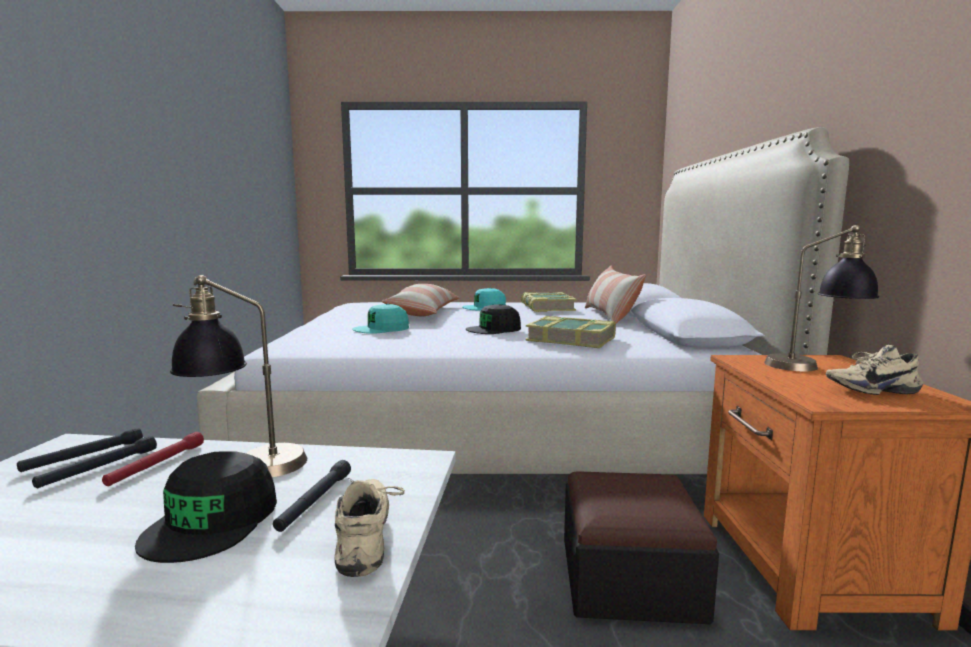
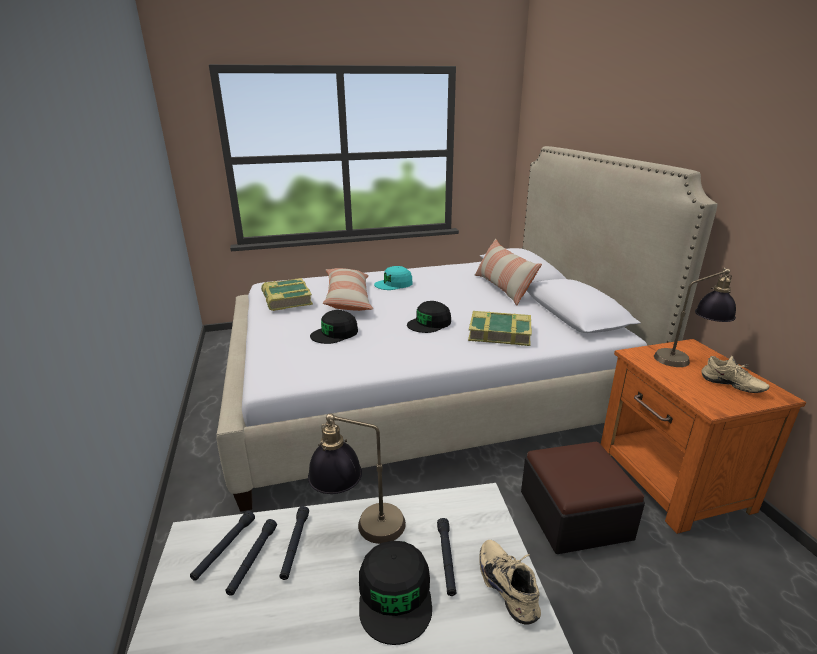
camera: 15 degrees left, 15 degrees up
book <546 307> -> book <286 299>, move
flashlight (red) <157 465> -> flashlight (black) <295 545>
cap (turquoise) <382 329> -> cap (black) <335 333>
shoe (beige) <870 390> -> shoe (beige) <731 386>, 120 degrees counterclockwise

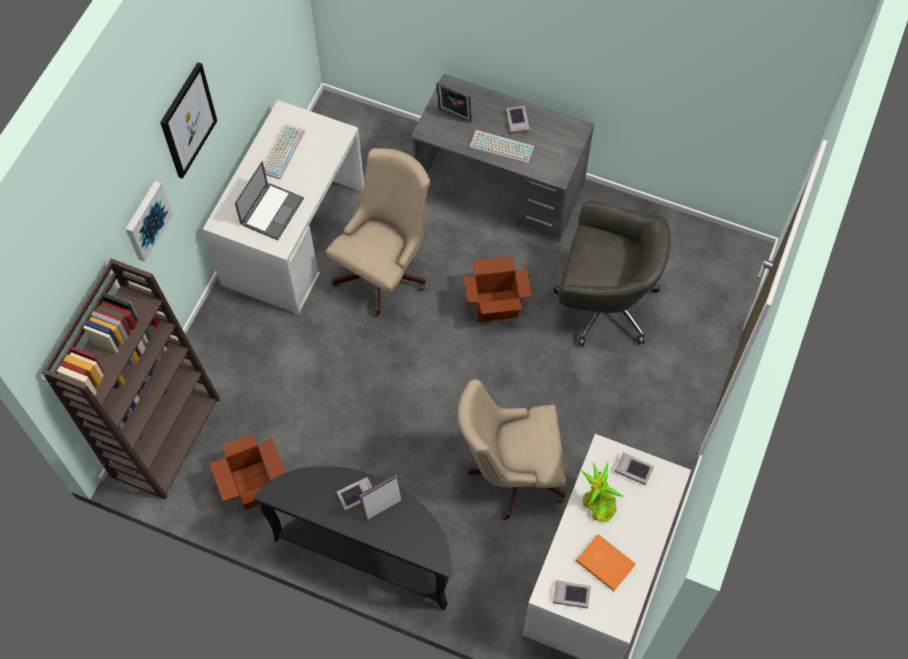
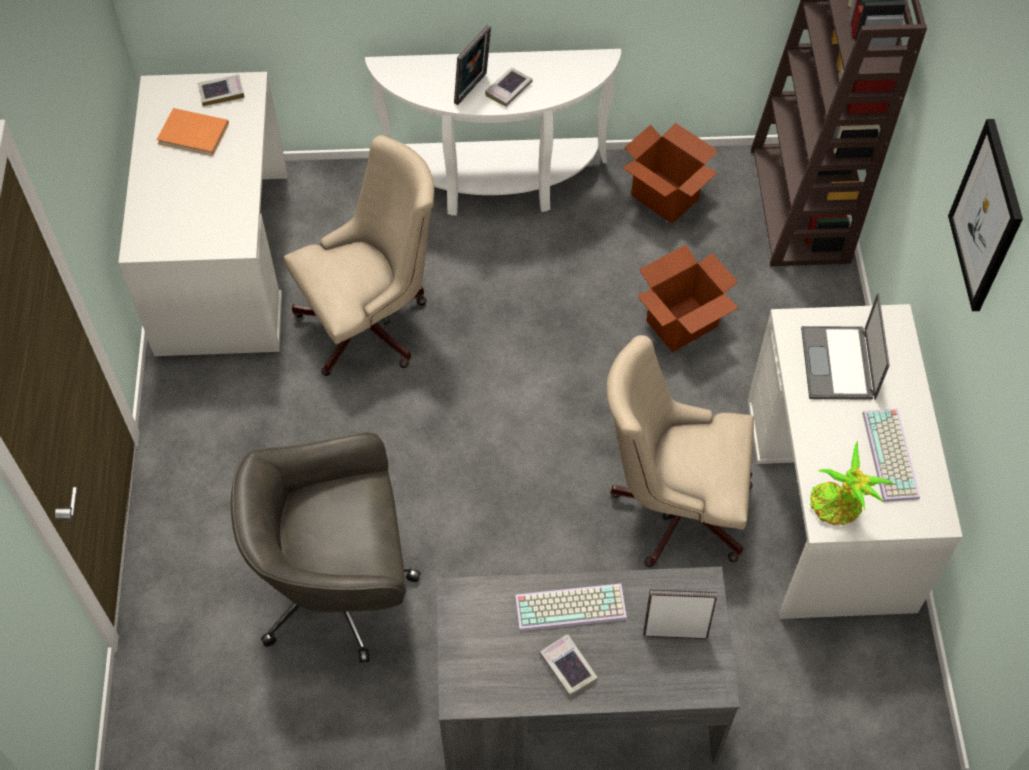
camera: 155 degrees right, 5 degrees down
console table (black) <369 552> -> console table (white) <496 185>
office chair (beige) <385 270> -> office chair (beige) <672 506>, 90 degrees clockwise
cardboard box <496 305> -> cardboard box <681 324>, move
potted plant <597 503> -> potted plant <838 507>, move
picture <146 220> -> none
book <633 470> -> none

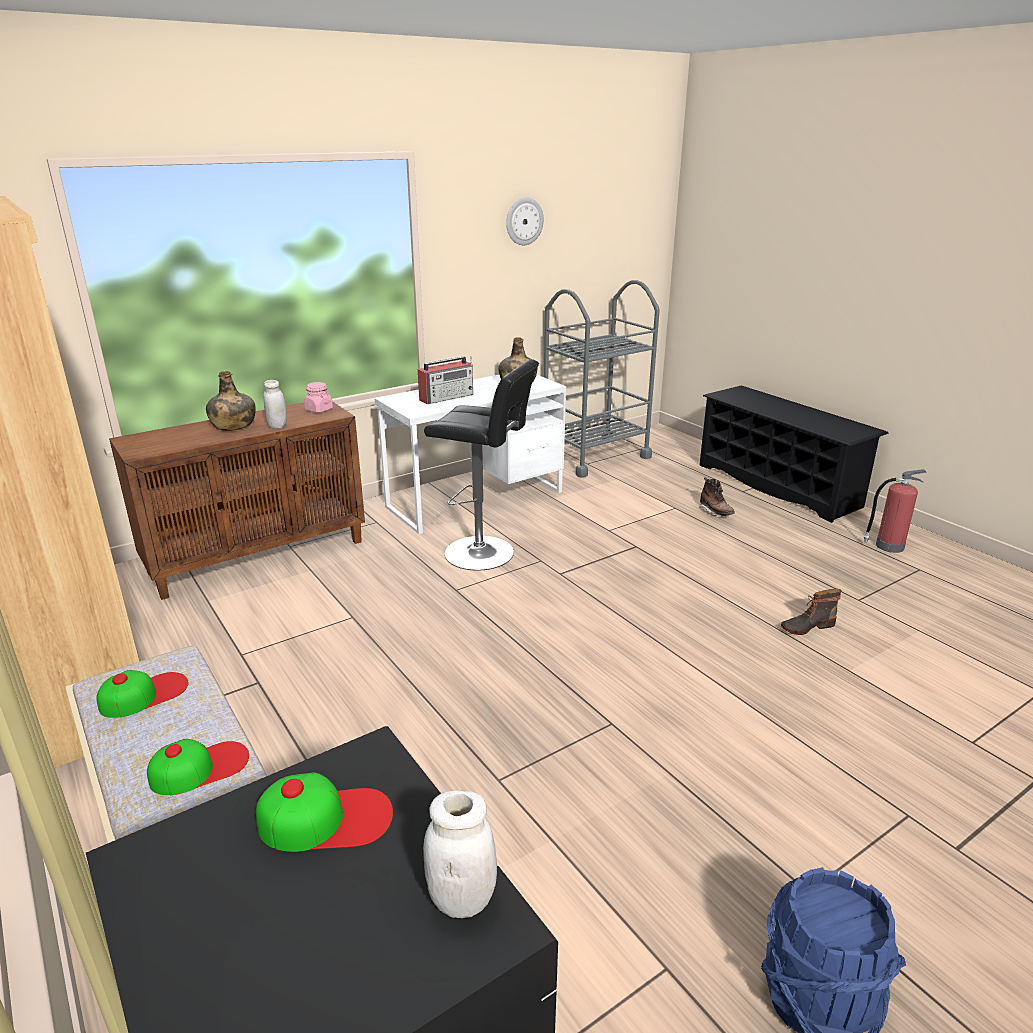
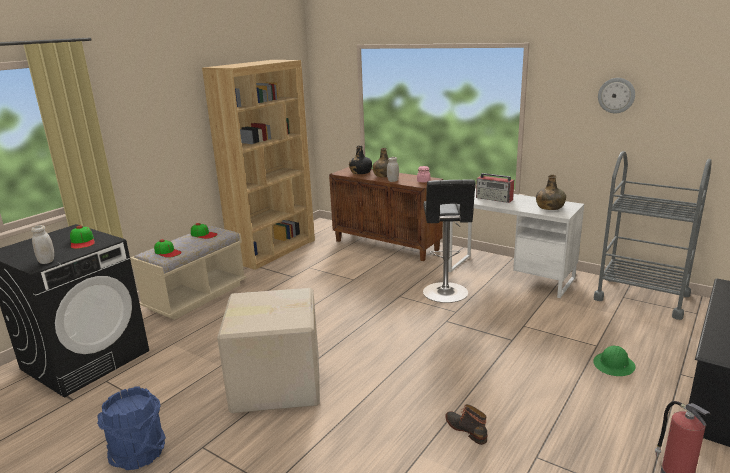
camera: 70 degrees right, 5 degrees down
none -> cardboard box <275 383>
none -> bottle (black) <360 172>
boot (brown) <715 512> -> hard hat (green) <614 365>

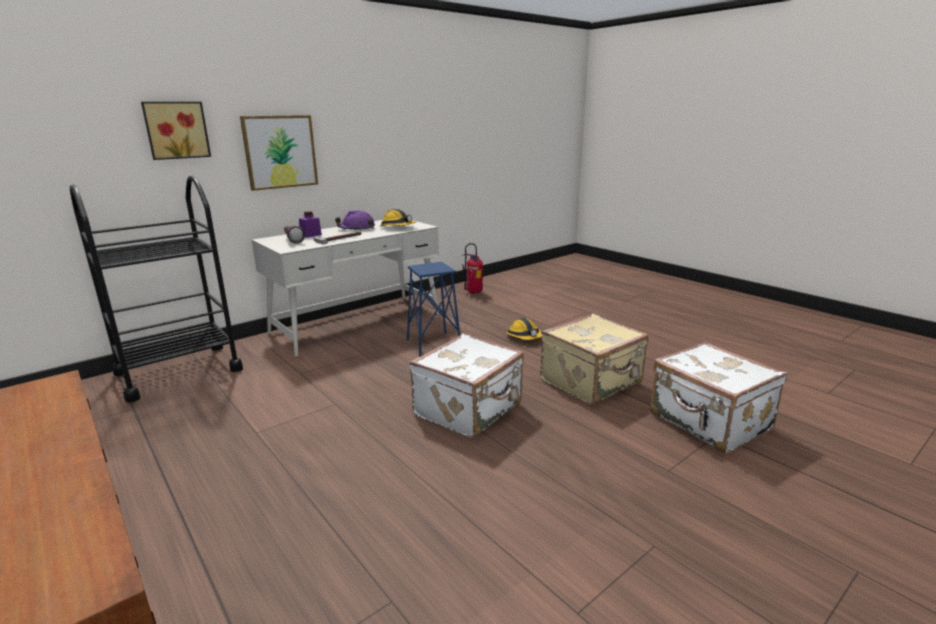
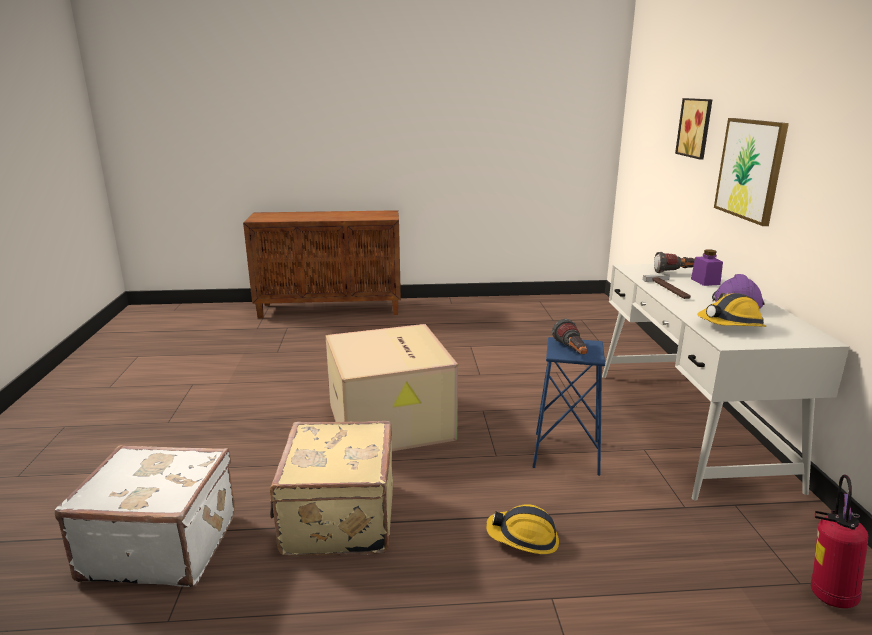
camera: 125 degrees right, 0 degrees up
suitcase (white) <470 410> -> cardboard box <392 422>
none -> flashlight <572 352>
cart (black) <179 371> -> none

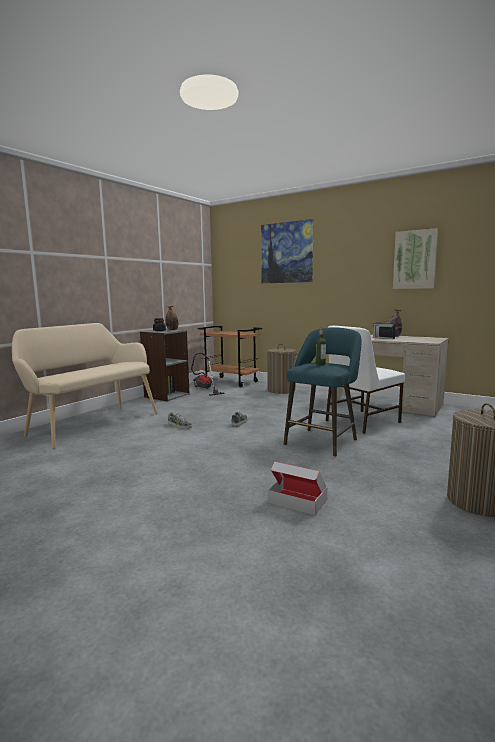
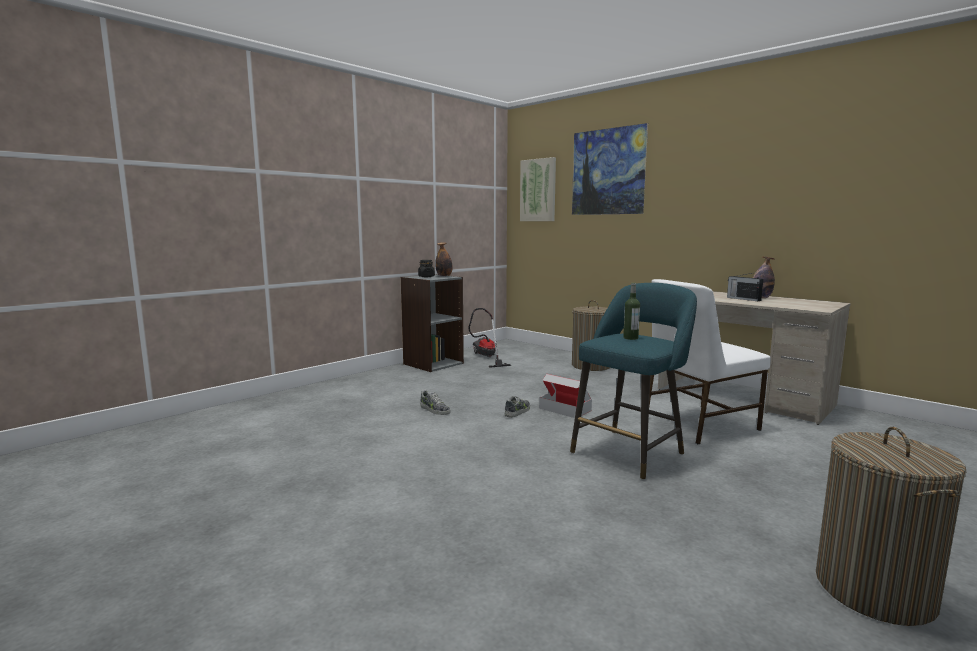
camera: 10 degrees right, 0 degrees up
picture <414 260> -> picture <538 190>, move
cardboard box <297 501> -> cardboard box <565 409>, move
bench (beige) <90 424> -> none
cart (brown) <231 382> -> none

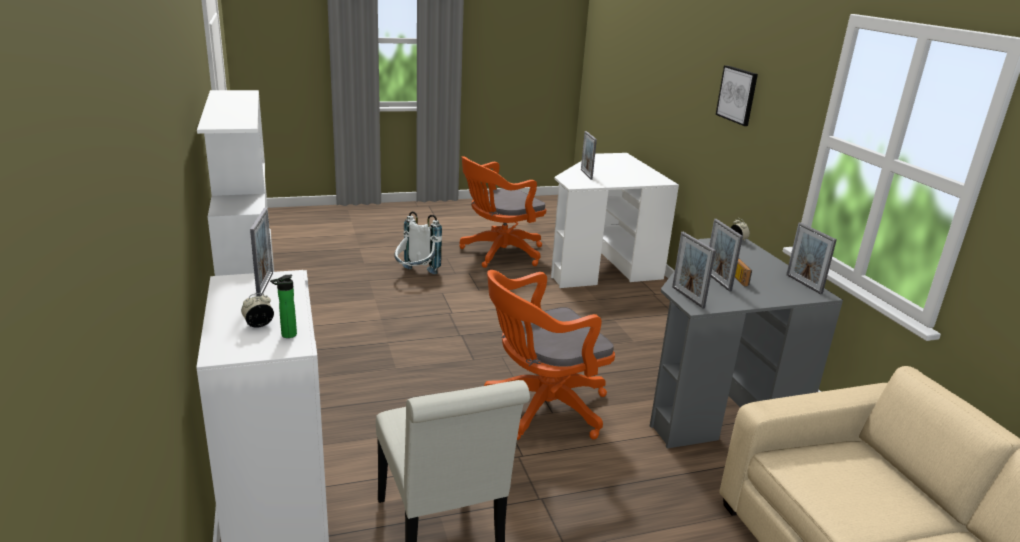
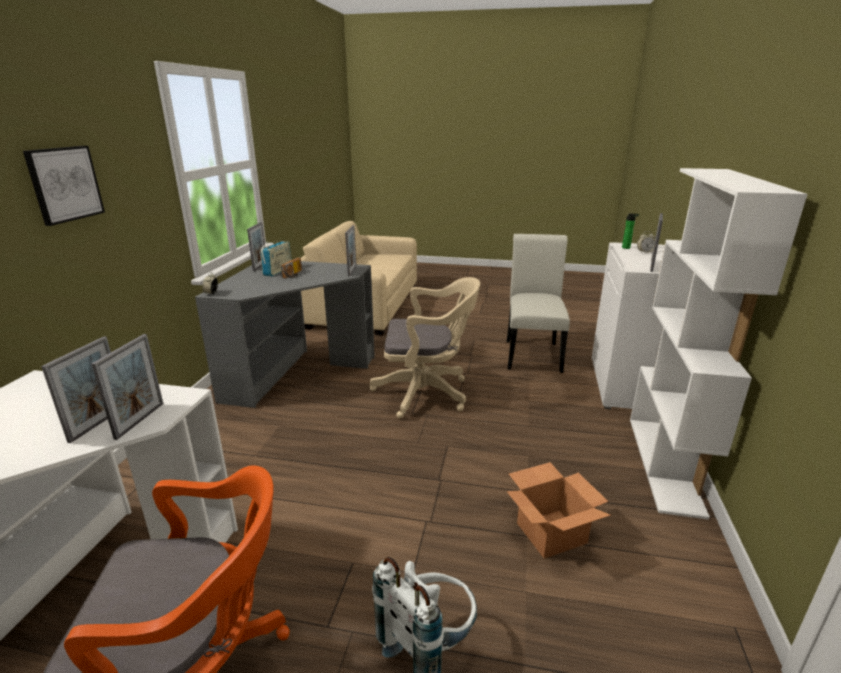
camera: 150 degrees left, 0 degrees up
picture frame <717 281> -> picture frame <140 420>, move
none -> radio <278 271>
office chair (orange) <541 409> -> office chair (beige) <427 393>
none -> cardboard box <551 534>

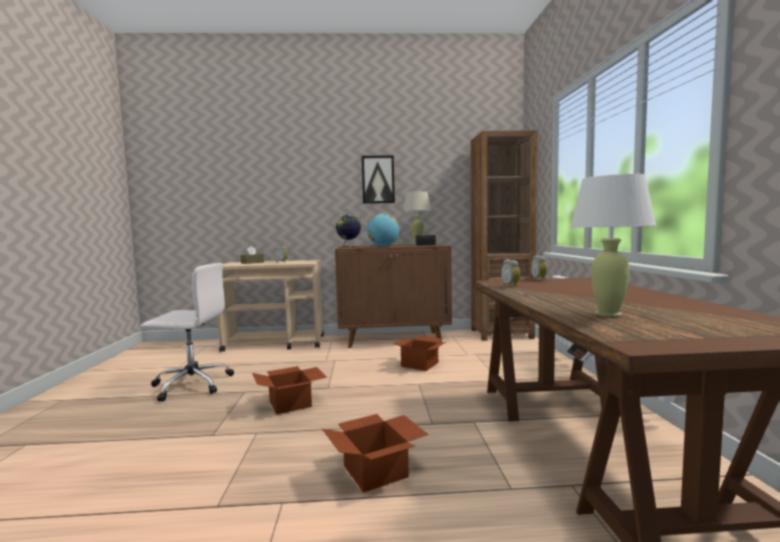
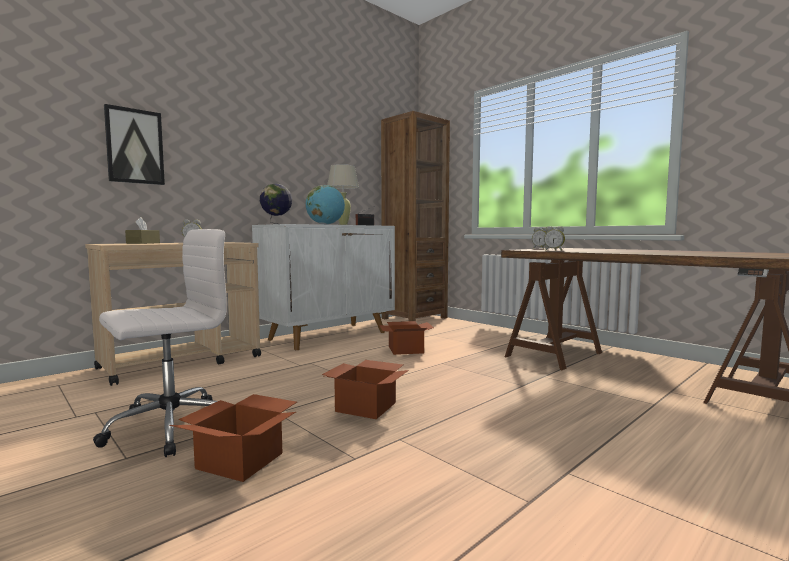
camera: 40 degrees left, 0 degrees up
picture <378 179> -> picture <134 146>, move
cardboard box <377 471> -> cardboard box <242 460>, move
cabinet (brown) <394 339> -> cabinet (white) <329 336>
table lamp (white) <609 314> -> none

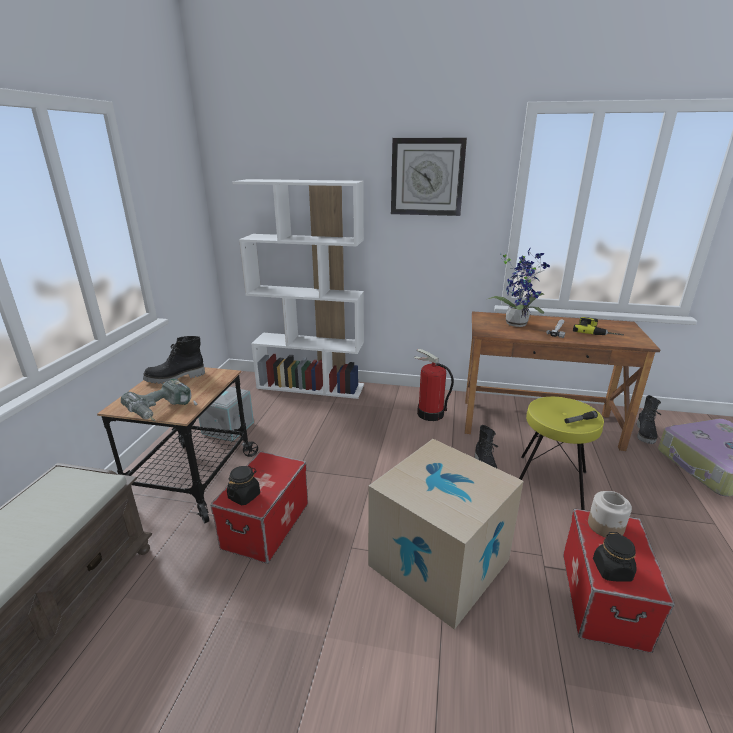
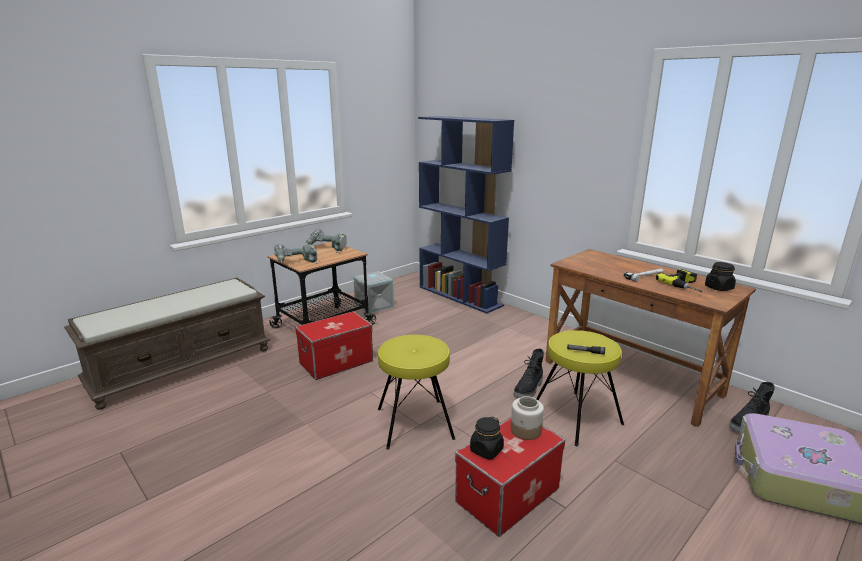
camera: 35 degrees right, 5 degrees down
boot (black) <175 378> -> power drill <326 249>
cardboard box <439 562> -> stool (yellow) <415 423>
bookcase (white) <311 386> -> bookcase (blue) <460 296>
jar (black) <244 496> -> jar (black) <719 288>, move
wall clock <427 177> -> none
fire extinguisher <430 414> -> none
potted plant <517 323> -> none

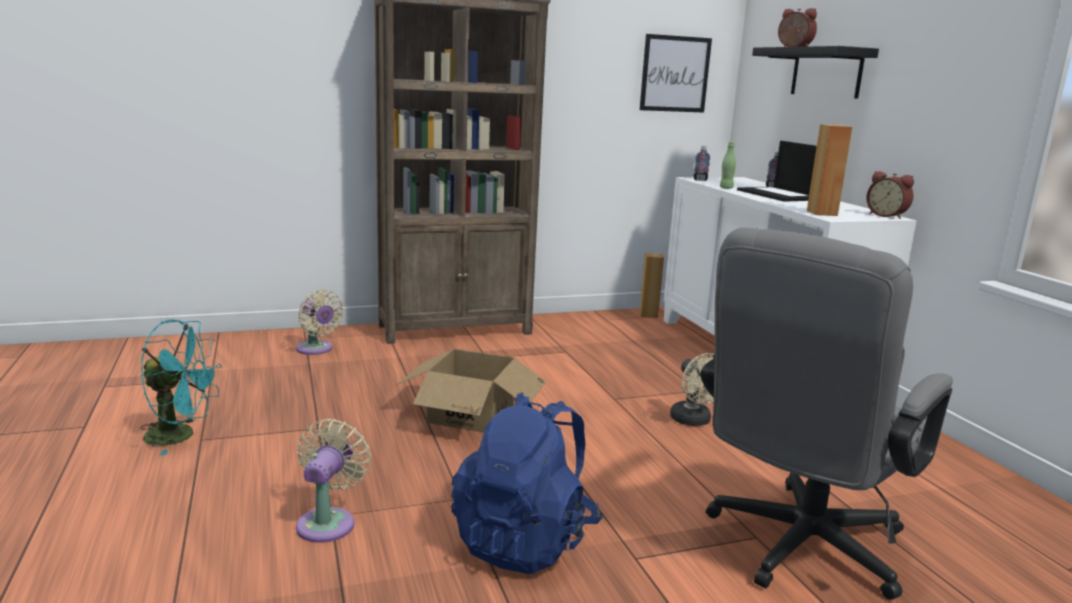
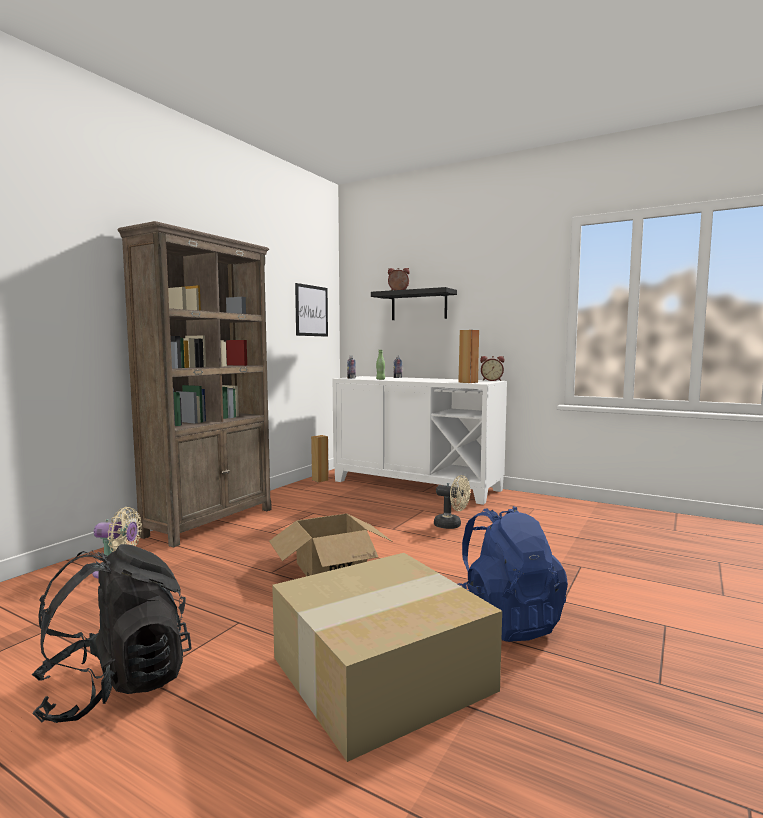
camera: 40 degrees left, 10 degrees down
fan (turquoise) <180 436> -> backpack (black) <116 686>
fan (beige) <328 522> -> cardboard box <380 676>
office chair (grey) <797 549> -> none
laptop <780 195> -> none

